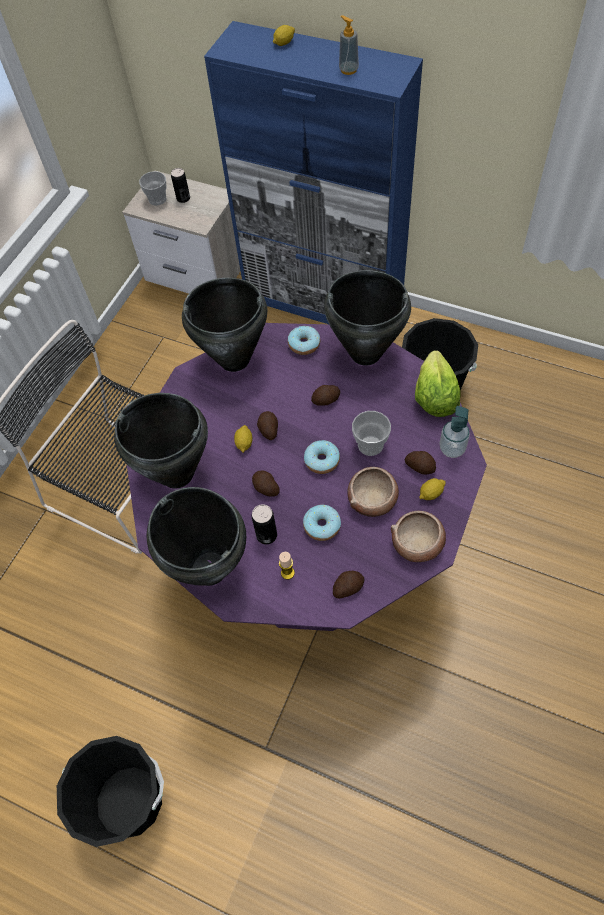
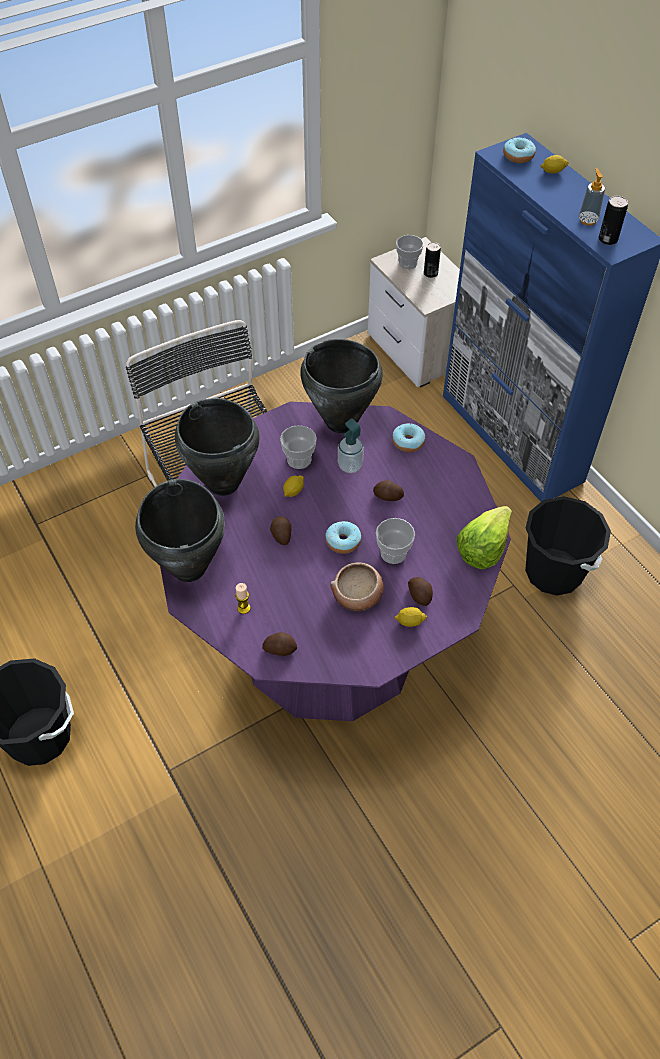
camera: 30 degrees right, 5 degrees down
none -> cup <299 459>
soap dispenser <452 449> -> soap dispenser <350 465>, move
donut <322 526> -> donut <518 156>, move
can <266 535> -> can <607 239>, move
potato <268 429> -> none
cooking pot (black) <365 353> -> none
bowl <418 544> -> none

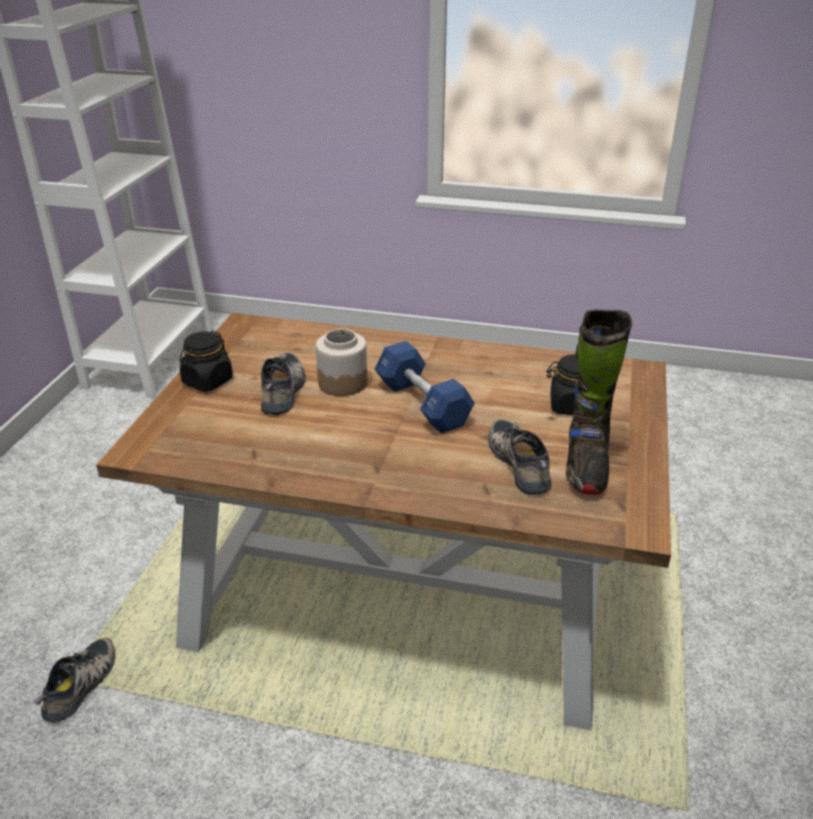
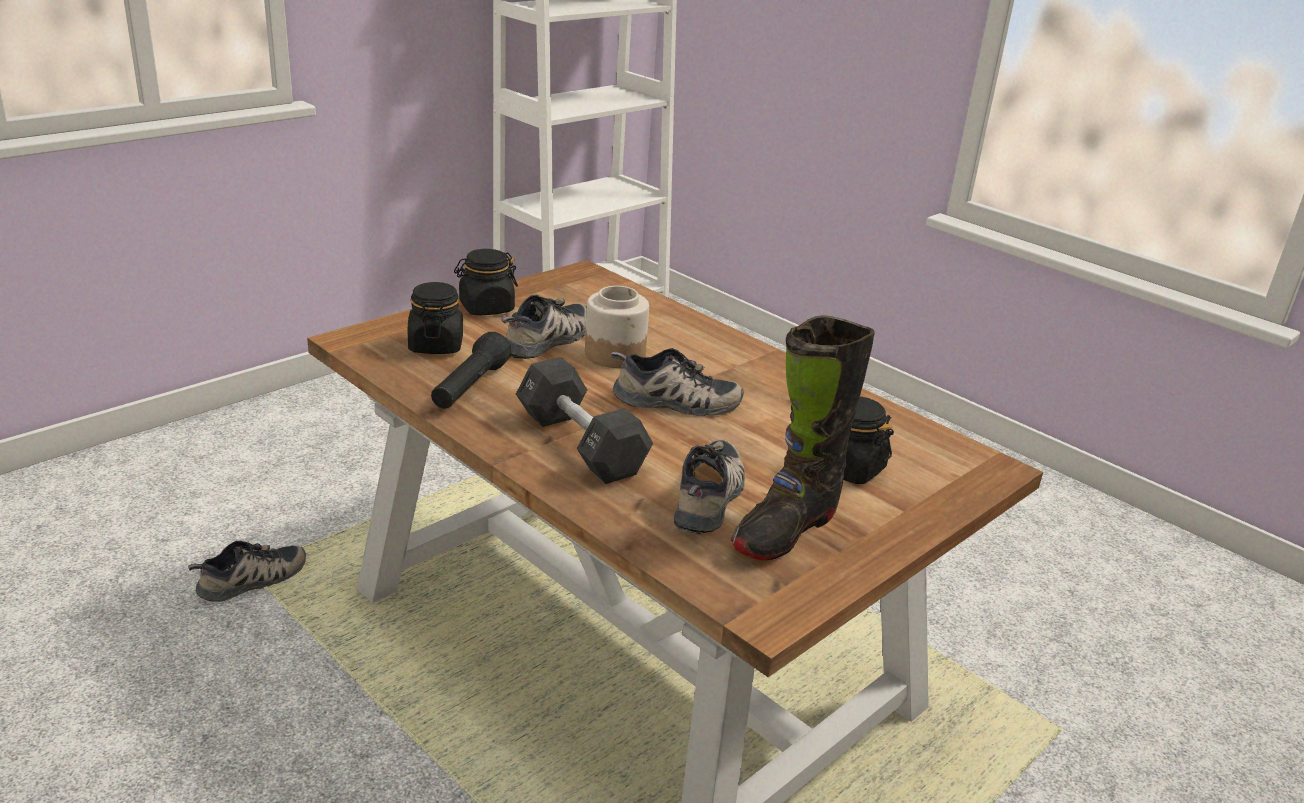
camera: 30 degrees right, 5 degrees down
none -> jar (black) <436 345>
none -> flashlight (black) <469 388>
none -> dumbbell (black) <581 444>
dumbbell (blue) <422 403> -> shoe <675 402>

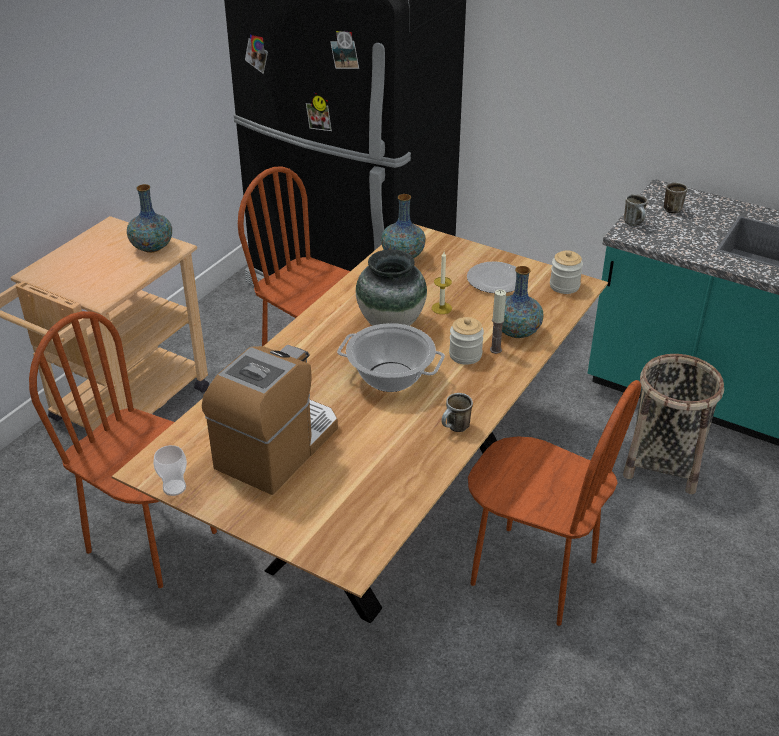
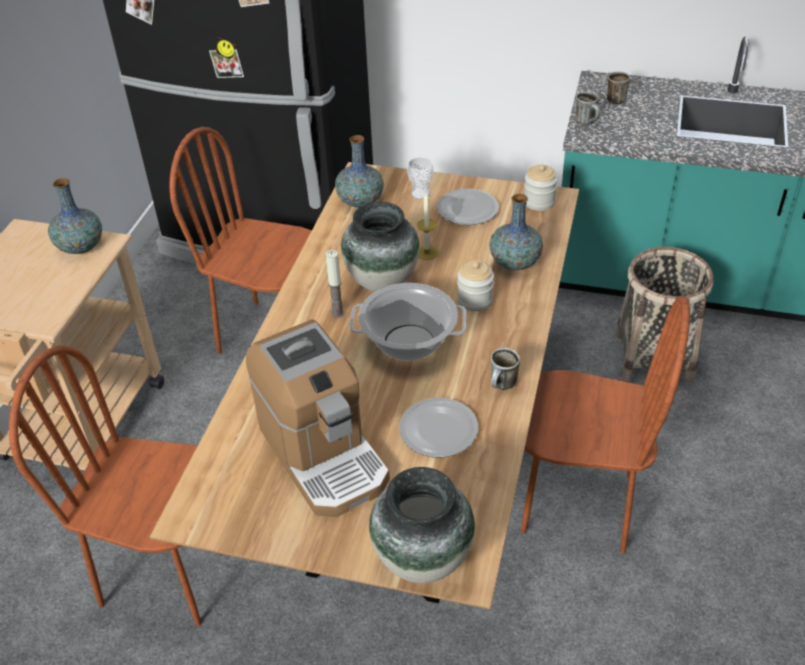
camera: 15 degrees left, 5 degrees up
coffee machine <277 447> -> coffee machine <323 454>, 135 degrees clockwise
candle <495 350> -> candle <337 313>, move
none -> vase <423 560>
none -> plate <437 429>
cup <174 487> -> cup <420 194>, move

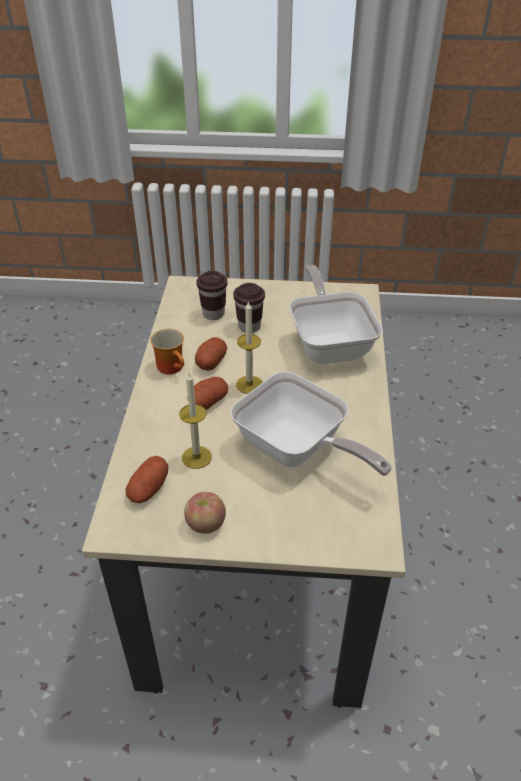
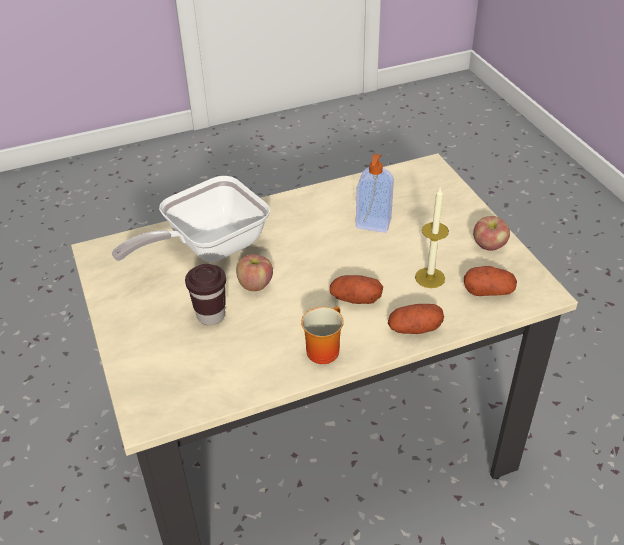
camera: 115 degrees left, 0 degrees up
none -> apple <255 284>
frying pan <297 450> -> soap dispenser <373 224>
potato <211 362> -> potato <414 328>, move
cup (brown) <213 314> -> none
candle <249 384> -> none

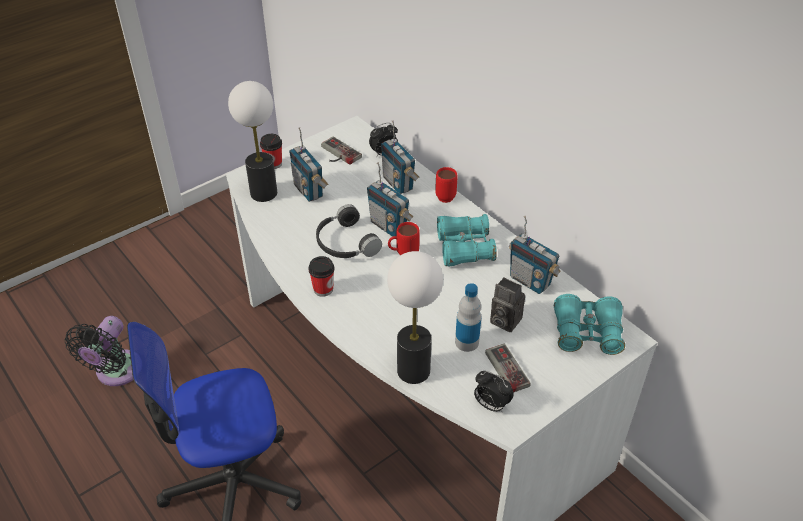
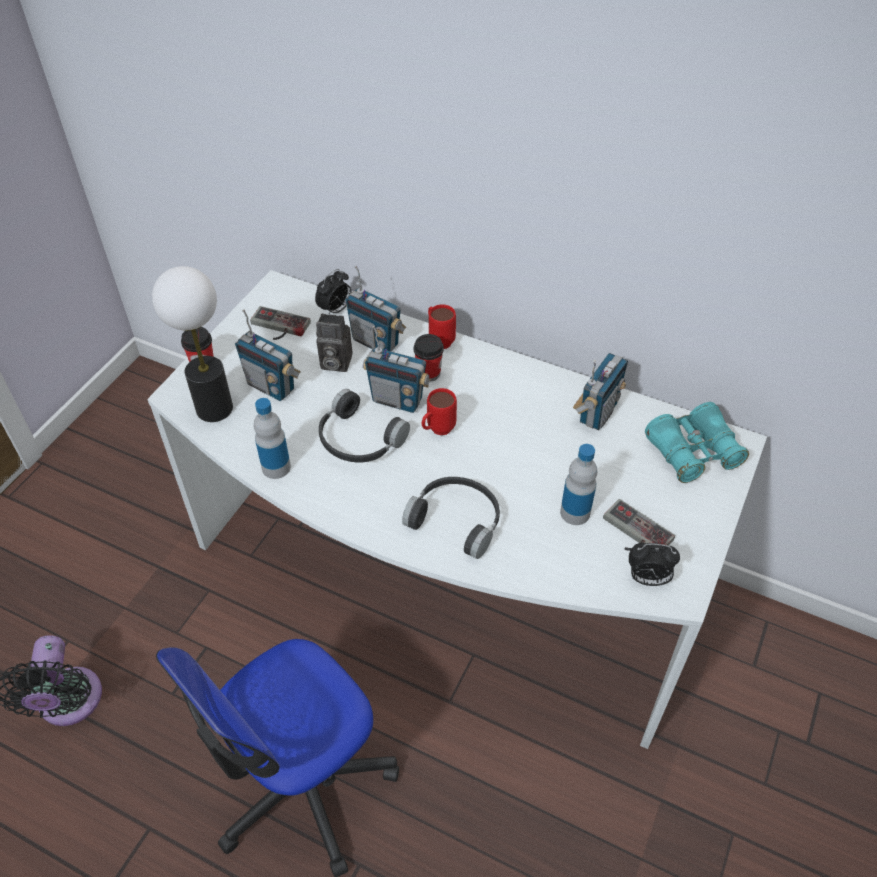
camera: 25 degrees left, 5 degrees up
none -> bottle <276 467>
photo camera <503 321> -> photo camera <334 363>, move
none -> headphones (black) <457 519>
cup <323 289> -> cup <428 373>, move
radio <530 281> -> radio <597 413>, 75 degrees counterclockwise
table lamp <413 371> -> none
binoculars (turquoise) <464 248> -> none

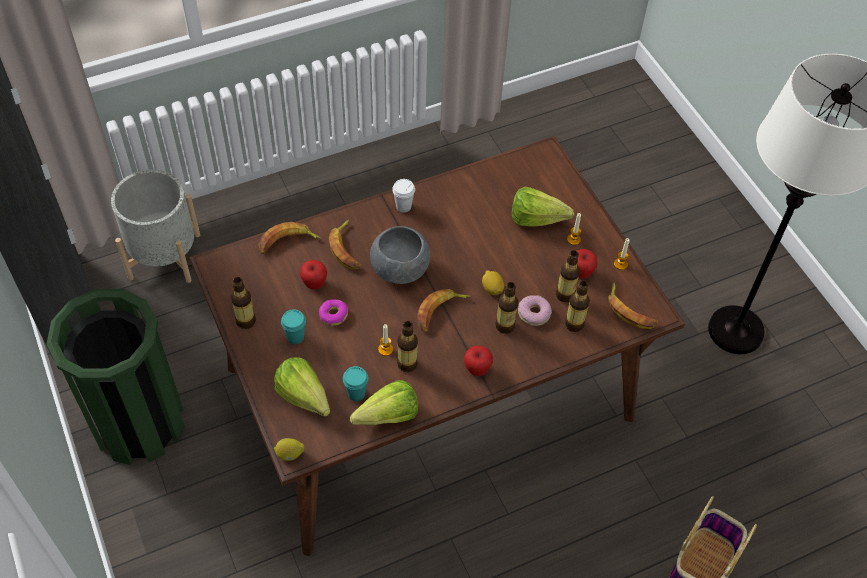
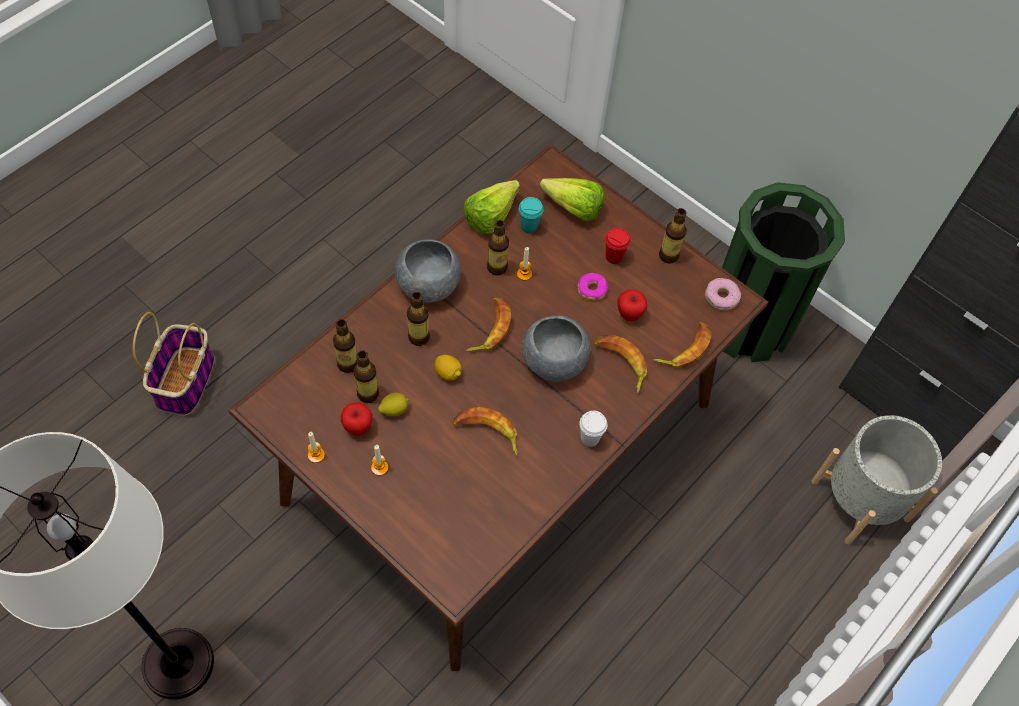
camera: 155 degrees right, 5 degrees up
lemon <289 454> -> lemon <394 410>, move
apple <477 369> -> bowl (grey) <429 285>
banana <630 311> -> banana <487 432>, move
cup (turquoise) <295 337> -> cup (red) <614 257>
donut <533 313> -> donut <721 297>, move
lettuce <541 221> -> none

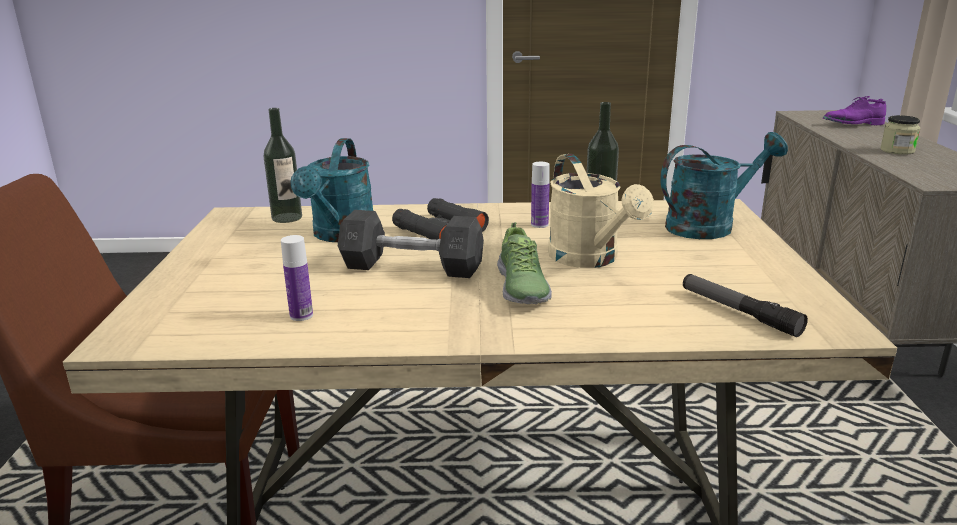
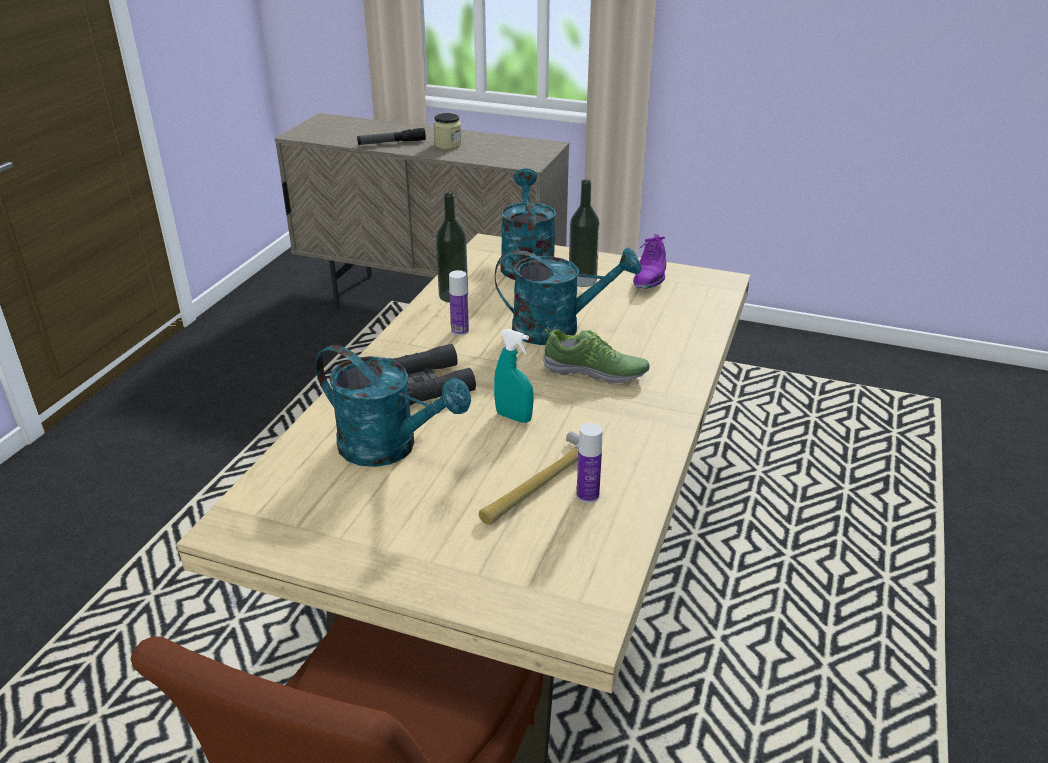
camera: 70 degrees left, 10 degrees up
flashlight <738 312> -> flashlight <392 143>, move
none -> hammer <541 484>
dumbbell (grey) <412 267> -> spray bottle (turquoise) <513 417>
watering can (beige) <590 259> -> watering can (turquoise) <558 328>
bottle <287 218> -> bottle <582 280>, move
shoe (purple) <853 124> -> shoe (purple) <650 278>, move

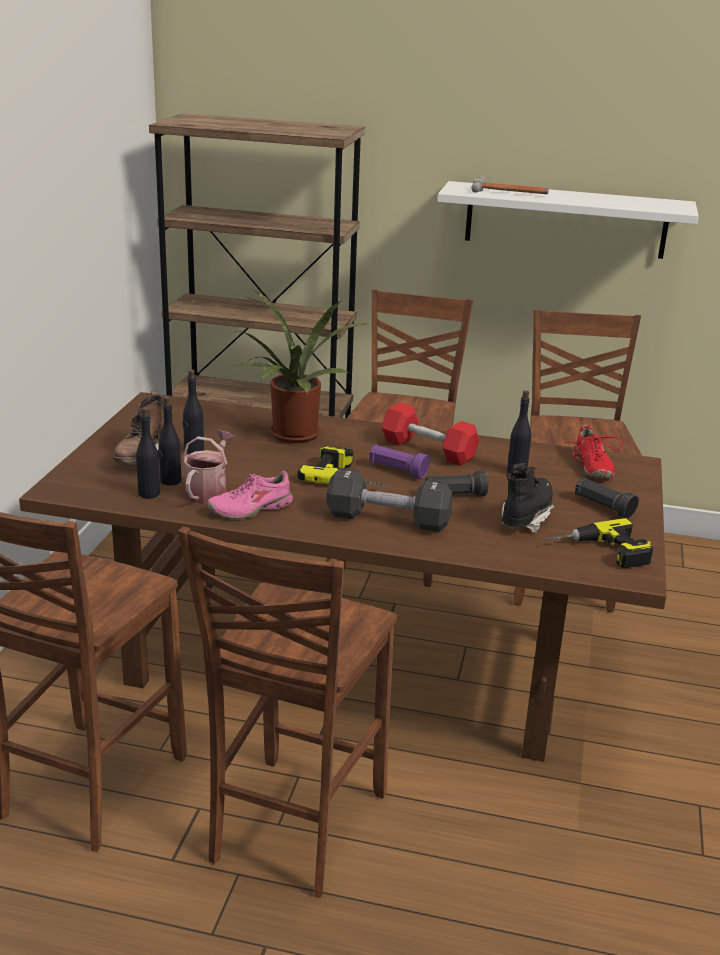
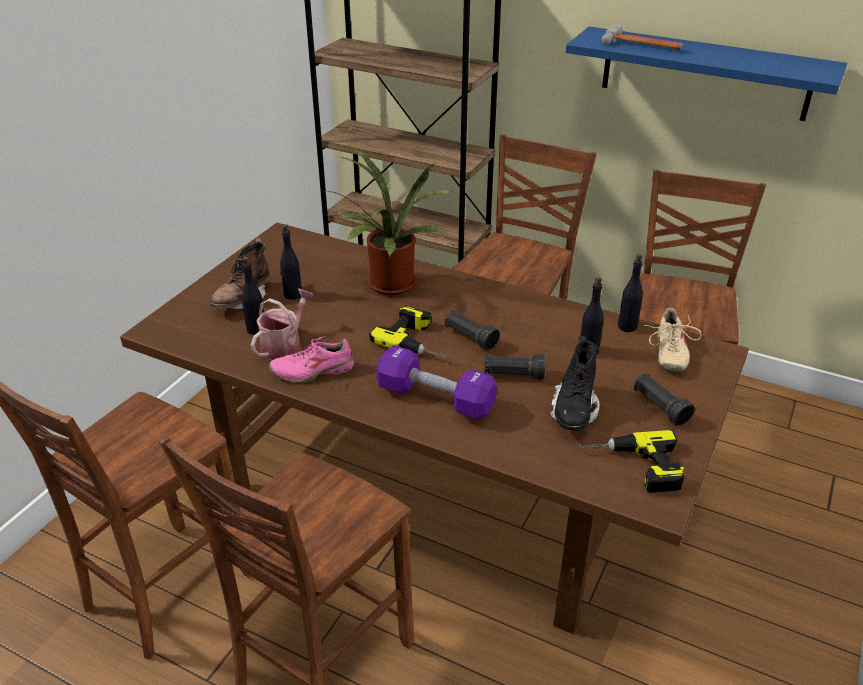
camera: 15 degrees right, 10 degrees up
dumbbell (black) <388 519> -> dumbbell (purple) <435 399>
flashlight (purple) <397 470> -> flashlight (black) <470 338>
boot (black) <526 517> -> boot (black) <574 411>, 150 degrees clockwise
shelf (white) <565 220> -> shelf (blue) <705 73>
bottle (black) <149 493> -> bottle (black) <627 326>, move
shoe (red) <591 467> -> shoe (beige) <669 352>
dumbbell (red) <428 450> -> none

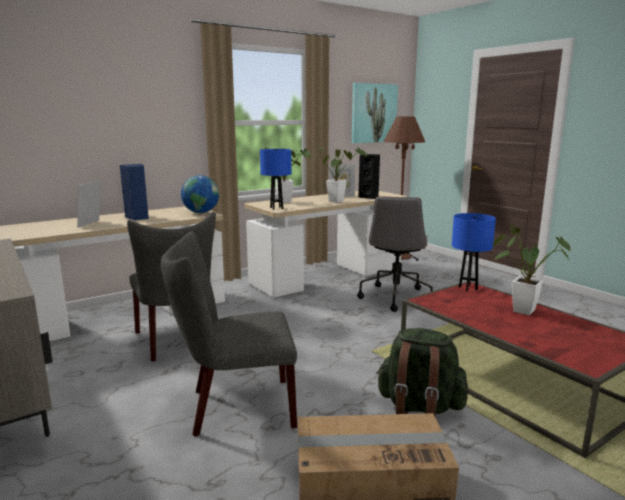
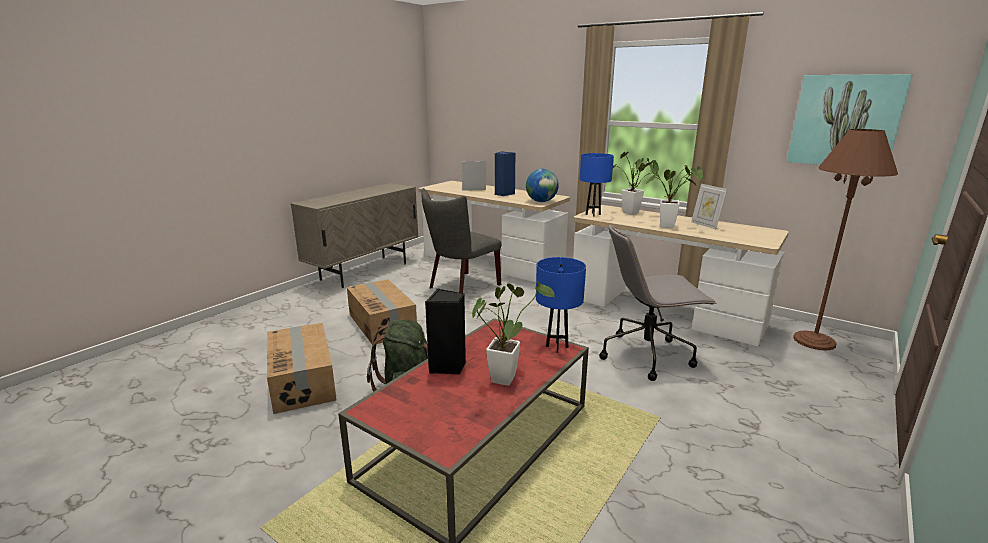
camera: 70 degrees right, 5 degrees up
chair (grey) <235 408> -> cardboard box <382 323>
speaker (black) <369 197> -> speaker (black) <448 367>, move

